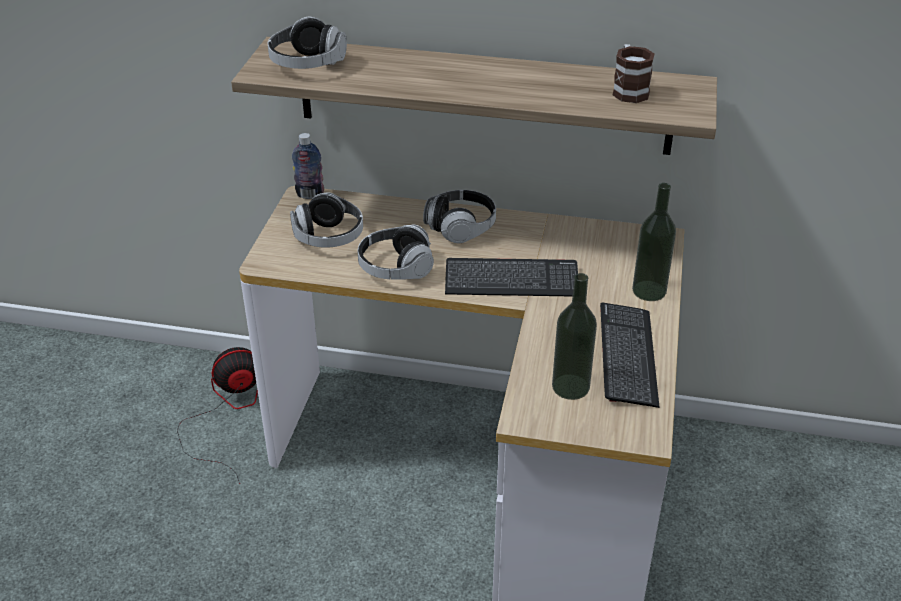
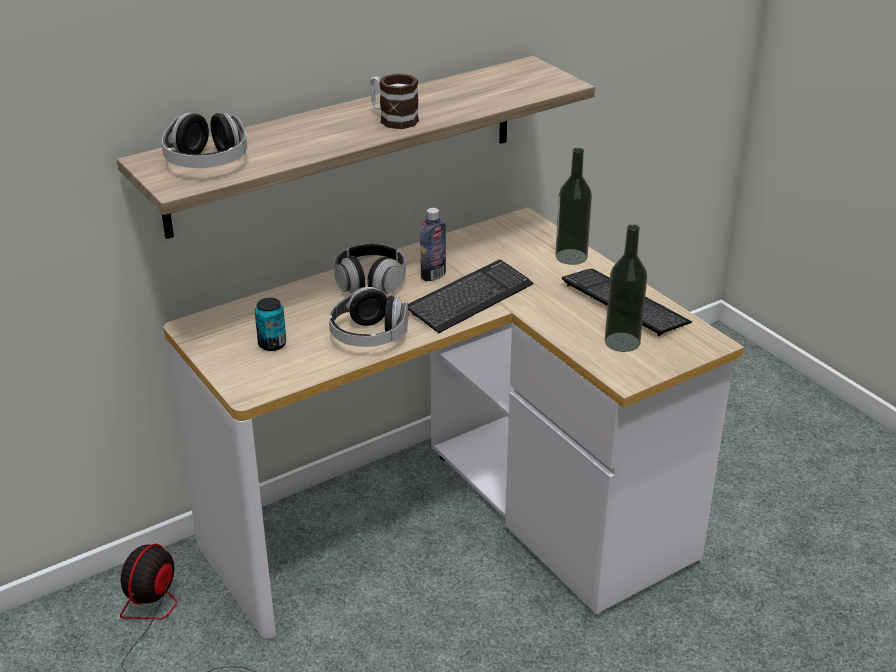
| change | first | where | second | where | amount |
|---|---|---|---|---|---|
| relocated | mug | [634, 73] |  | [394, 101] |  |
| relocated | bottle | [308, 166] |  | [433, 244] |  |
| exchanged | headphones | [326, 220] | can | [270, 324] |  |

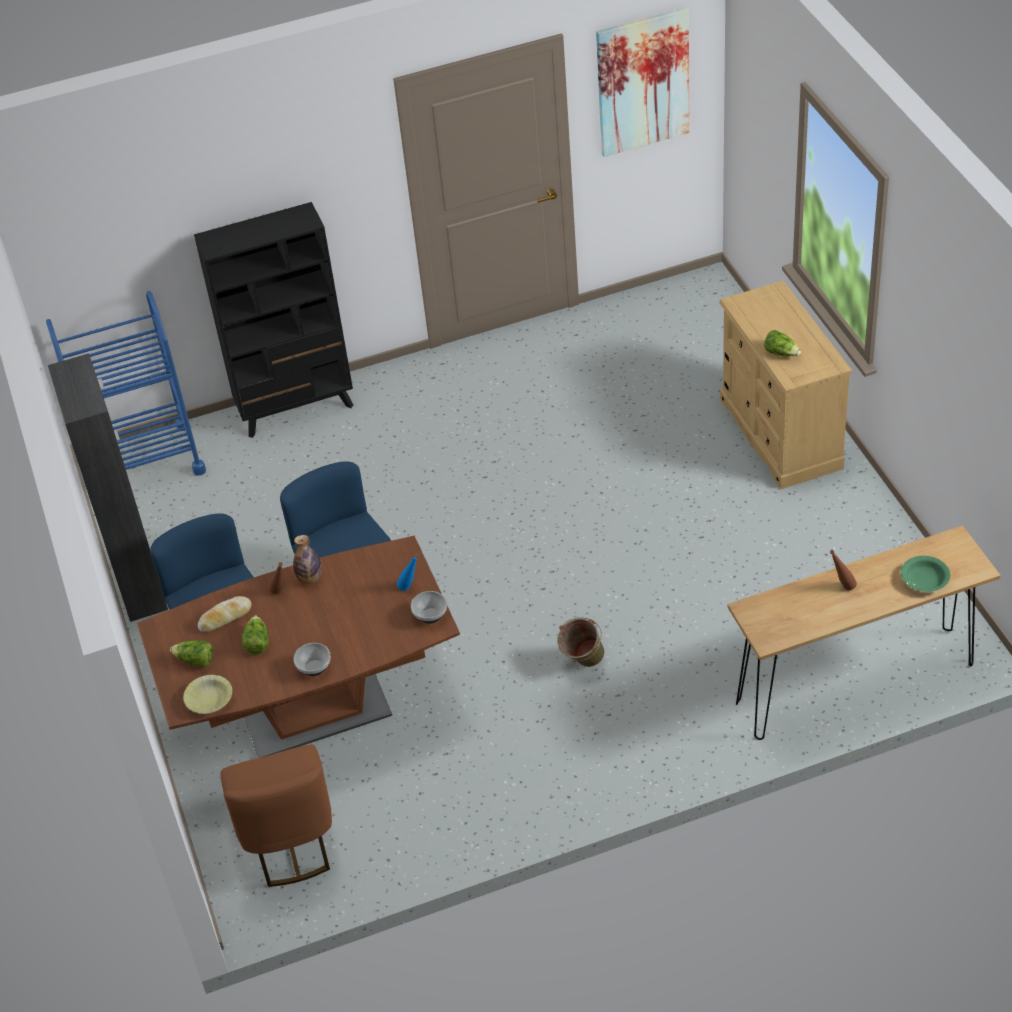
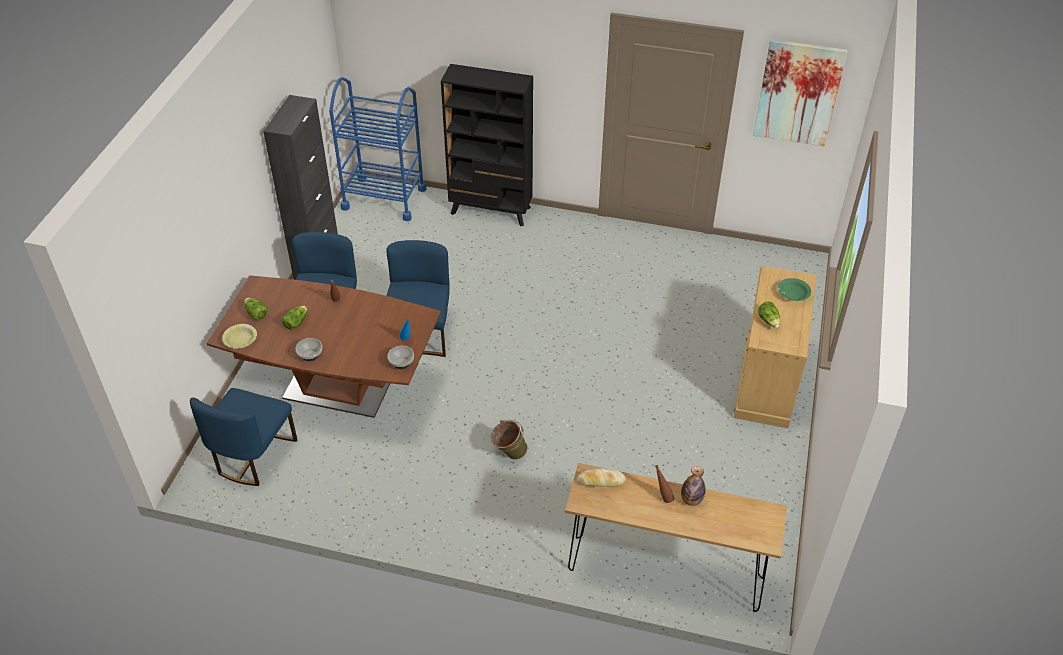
| change | first | where | second | where | amount |
|---|---|---|---|---|---|
| relocated | bottle | [307, 559] |  | [693, 486] |  |
| relocated | green bowl | [925, 574] |  | [794, 289] |  |
| relocated | bread | [225, 614] |  | [601, 477] |  |
| colour | brown chair | [276, 816] | blue chair | [243, 437] |  |

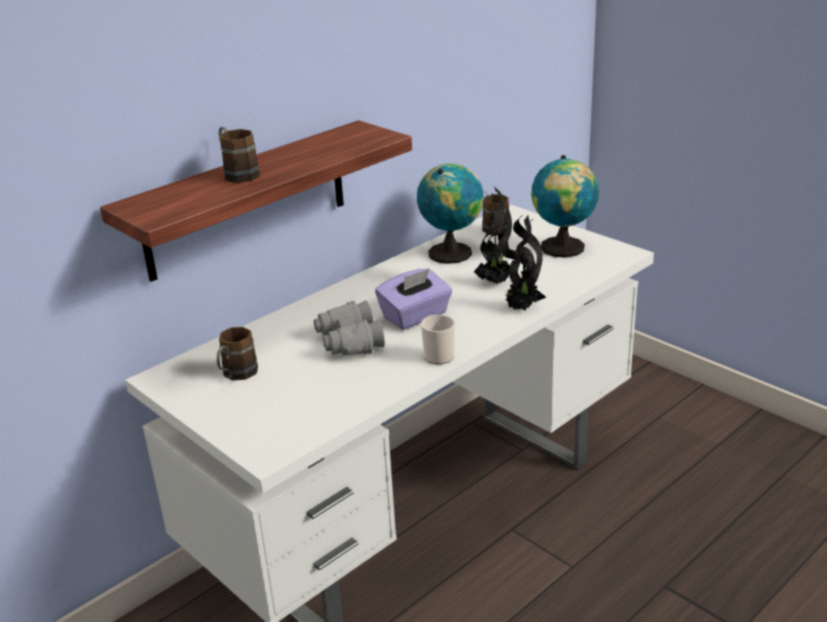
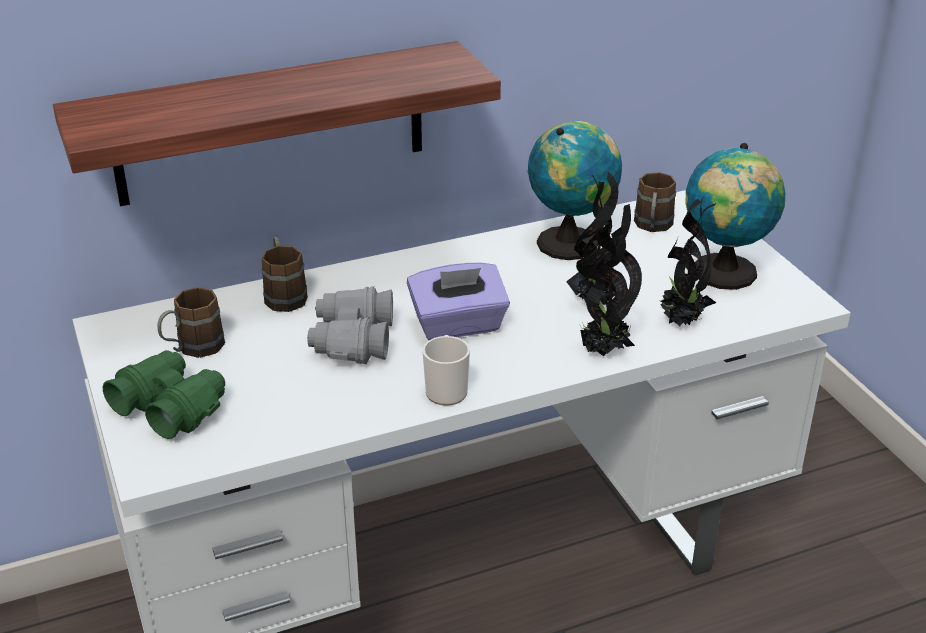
| change | first | where | second | where | amount |
|---|---|---|---|---|---|
| relocated | brown mug | [239, 155] |  | [284, 274] |  |
| appeared |  |  | potted plant | [687, 262] |  |
| appeared |  |  | green binoculars | [164, 394] |  |

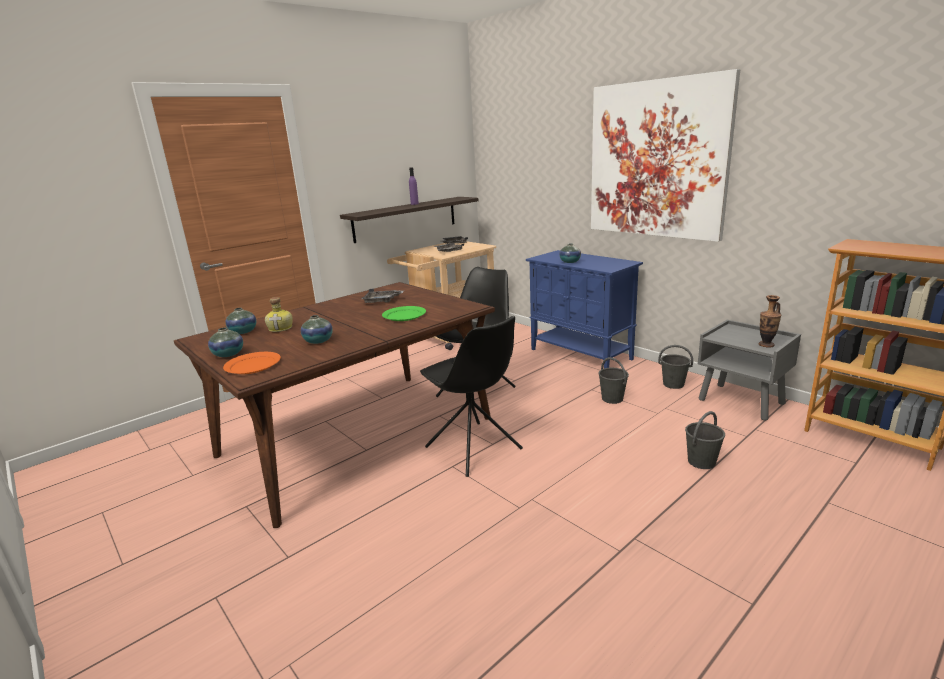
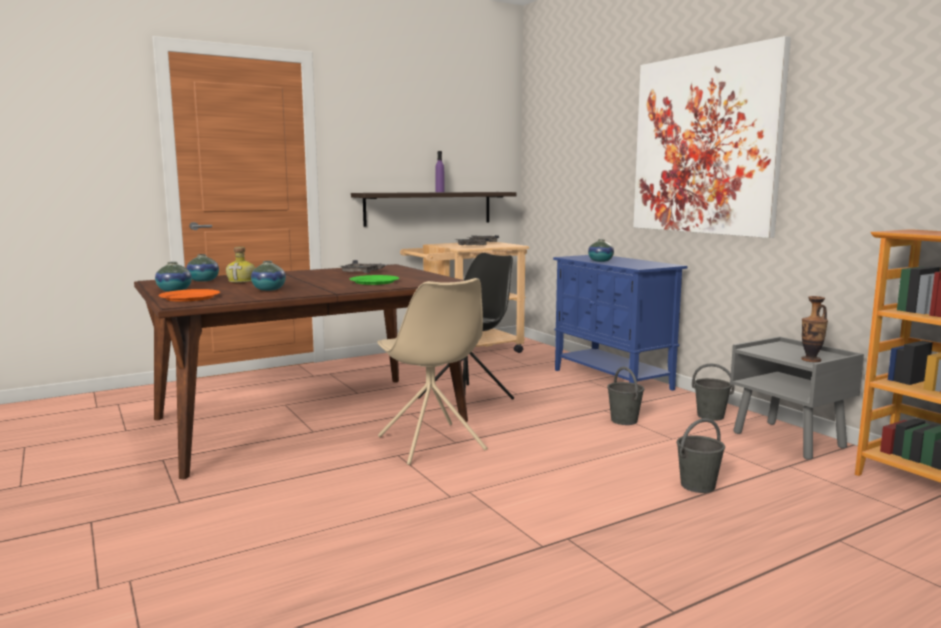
| change | first | where | second | where | amount |
|---|---|---|---|---|---|
| colour | black chair | [471, 396] | beige chair | [432, 371] |  |

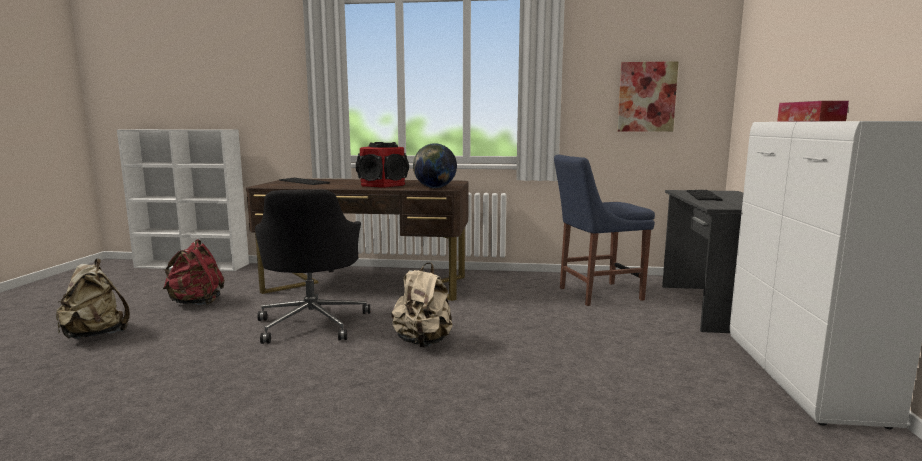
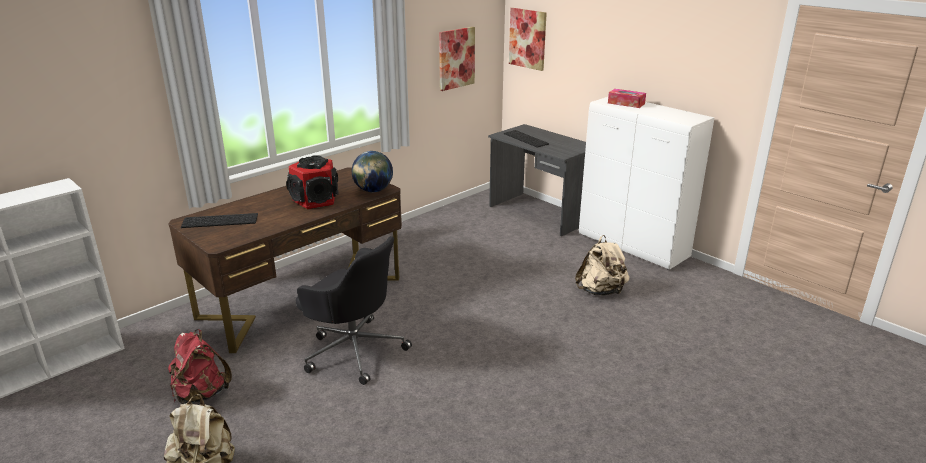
| change | first | where | second | where | amount |
|---|---|---|---|---|---|
| missing | blue chair | [604, 230] |  |  |  |
| relocated | beige backpack | [422, 304] |  | [602, 265] |  |
| appeared |  |  | picture | [528, 39] |  |

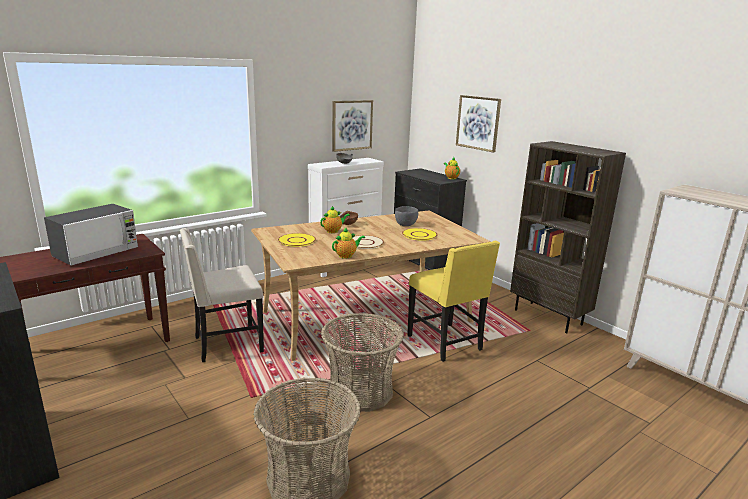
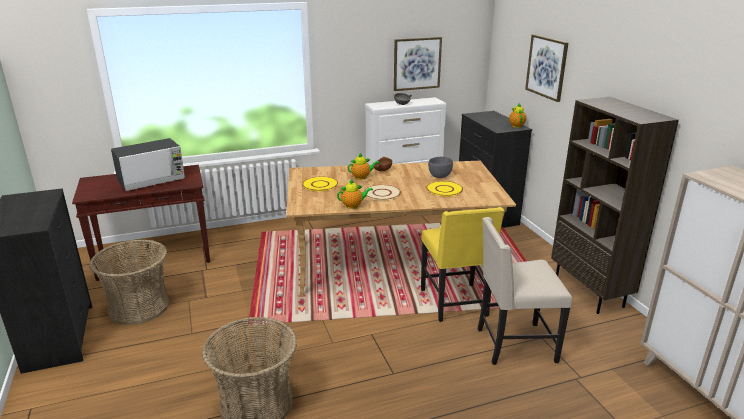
| change | first | where | second | where | amount |
|---|---|---|---|---|---|
| relocated | beige chair | [222, 295] |  | [525, 291] |  |
| relocated | basket | [362, 362] |  | [129, 282] |  |

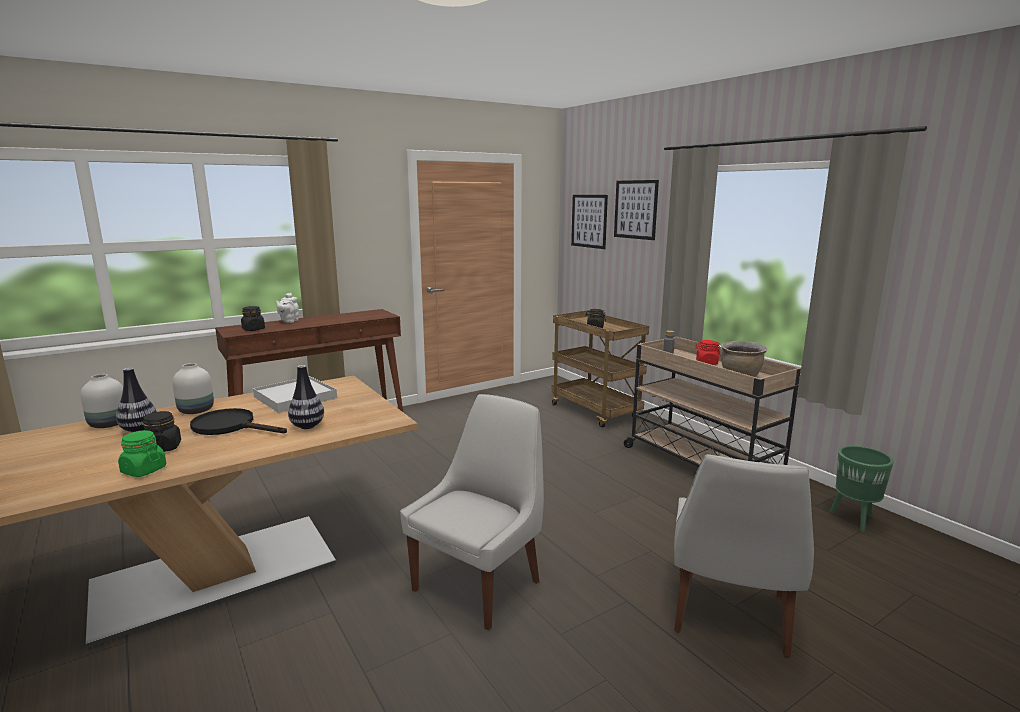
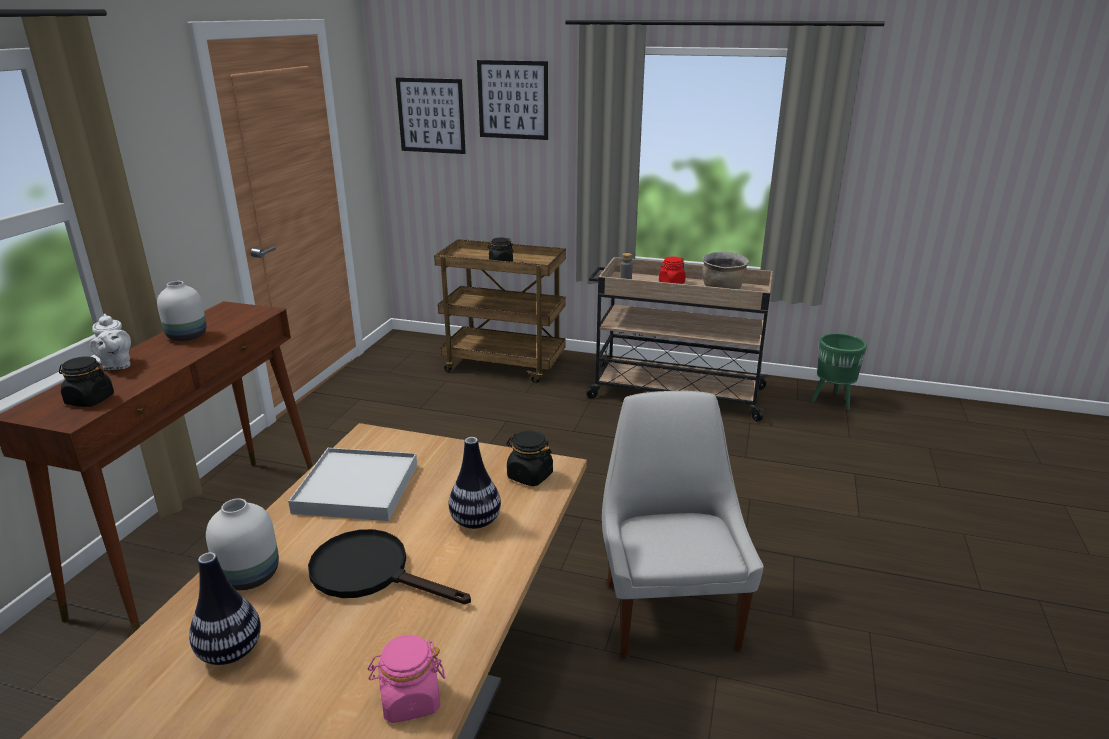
| change | first | where | second | where | amount |
|---|---|---|---|---|---|
| relocated | white vase | [101, 401] |  | [182, 311] |  |
| spun | black frying pan | [238, 421] |  | [389, 566] | 45 degrees clockwise |
| relocated | black jar | [162, 431] |  | [530, 458] |  |
| colour | green jar | [142, 453] | pink jar | [406, 679] |  |
| missing | white chair | [744, 555] |  |  |  |

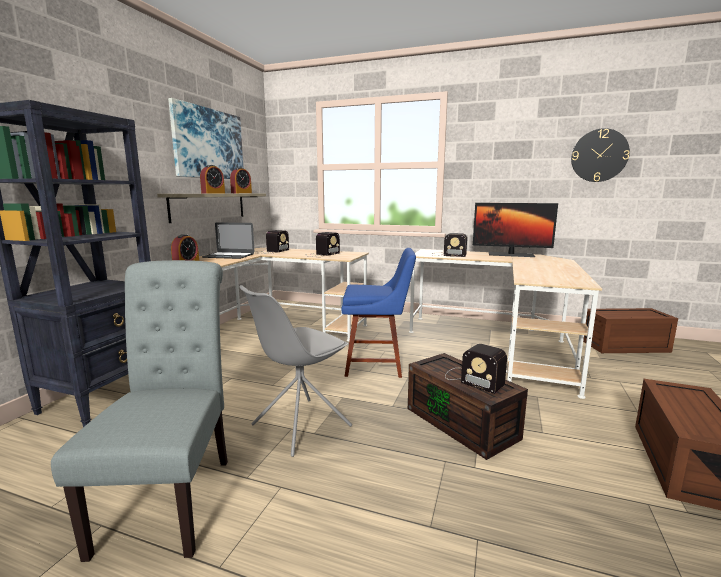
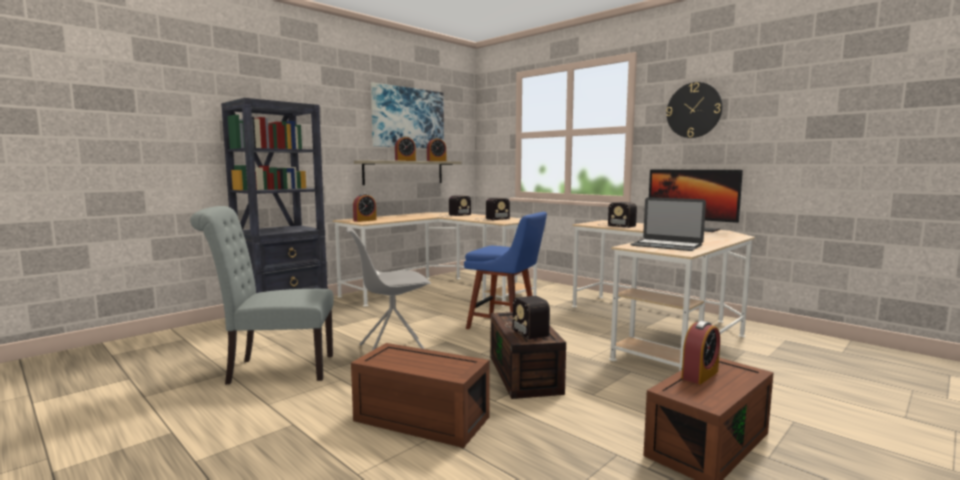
| change | first | where | second | where | amount |
|---|---|---|---|---|---|
| relocated | wall clock | [600, 155] |  | [694, 110] |  |
| relocated | laptop | [228, 240] |  | [668, 224] |  |
| spun | grey chair | [139, 411] |  | [262, 295] | 120 degrees counterclockwise |
| relocated | brown storage box | [630, 330] |  | [420, 395] |  |
| appeared |  |  | alarm clock | [701, 352] |  |

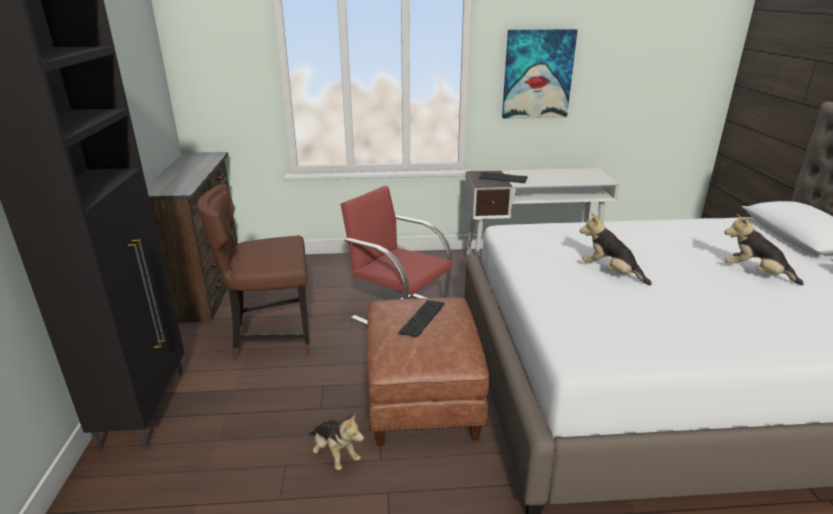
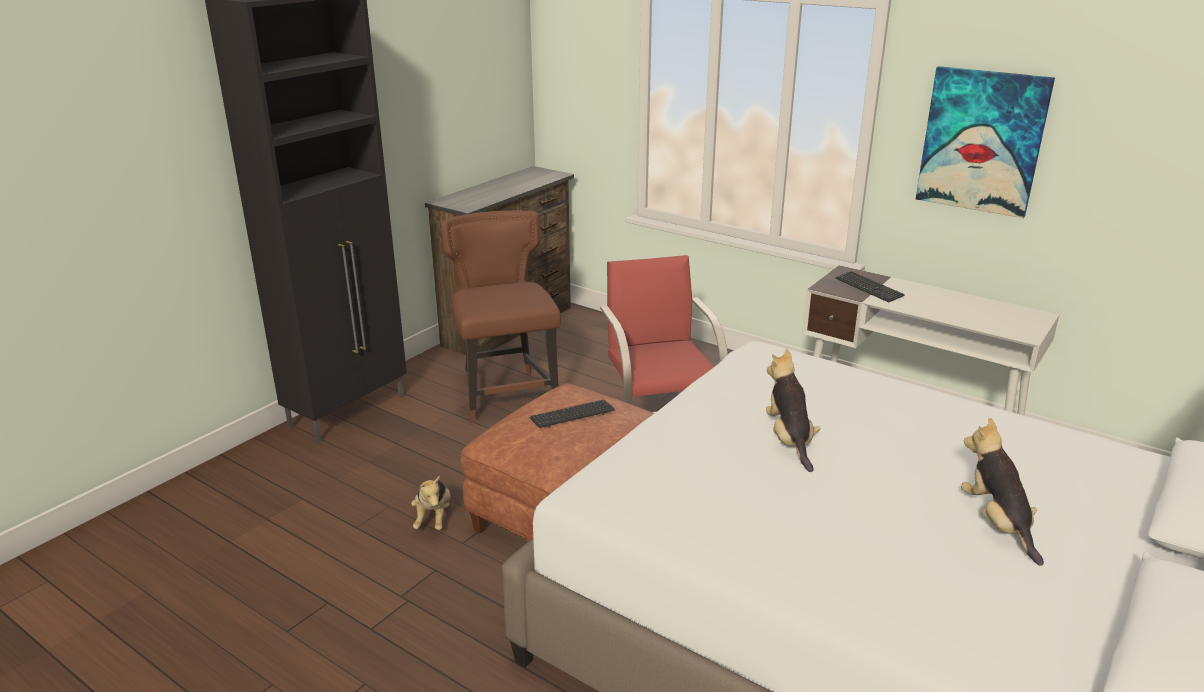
| change | first | where | second | where | amount |
|---|---|---|---|---|---|
| spun | brown chair | [253, 272] |  | [501, 316] | 45 degrees clockwise |

